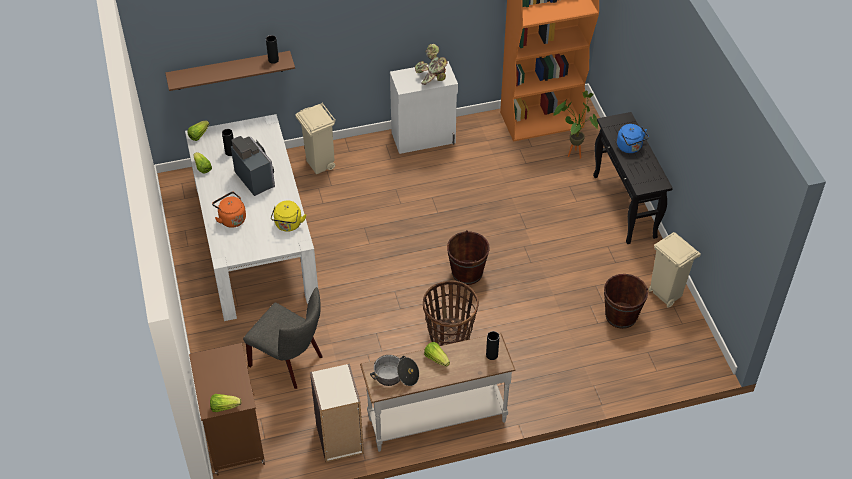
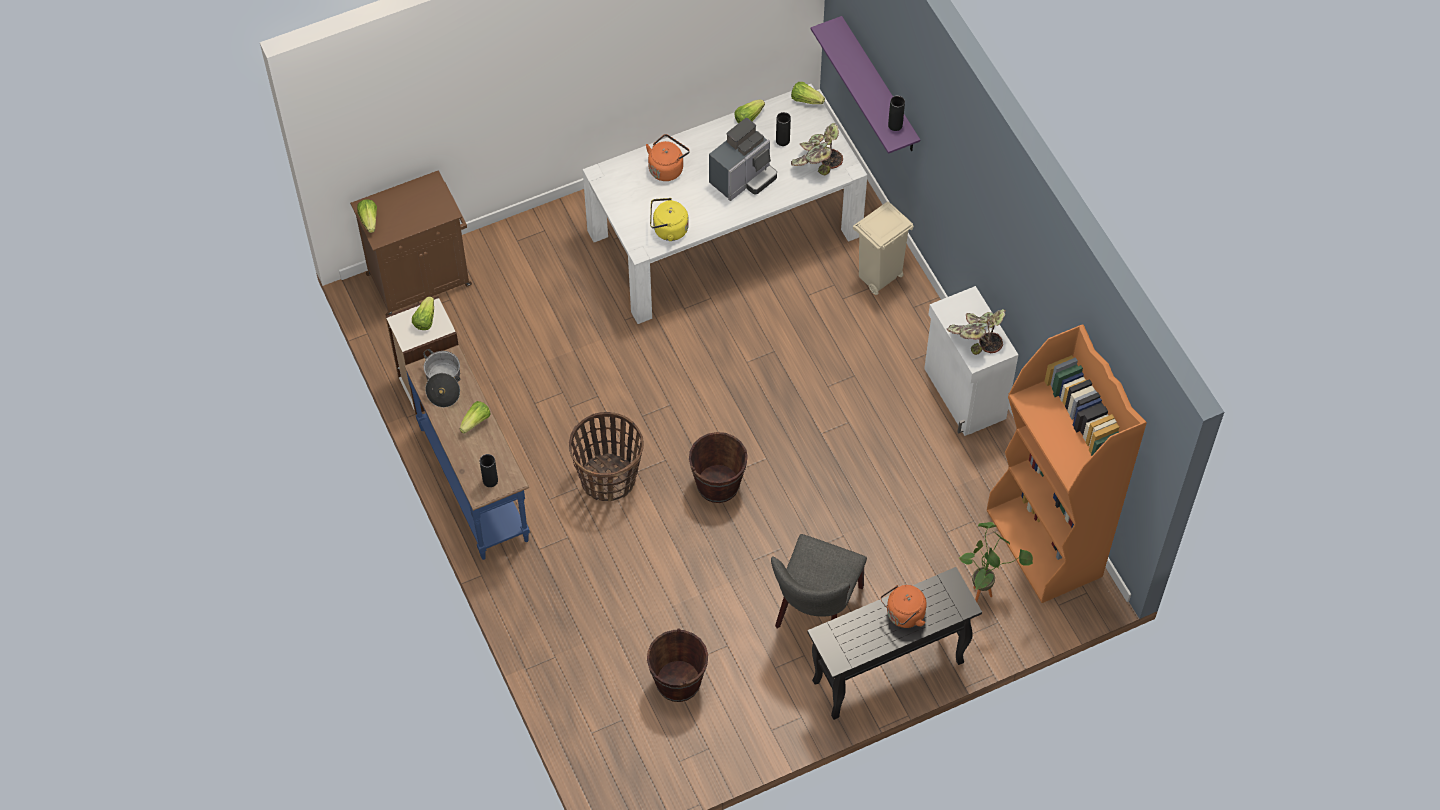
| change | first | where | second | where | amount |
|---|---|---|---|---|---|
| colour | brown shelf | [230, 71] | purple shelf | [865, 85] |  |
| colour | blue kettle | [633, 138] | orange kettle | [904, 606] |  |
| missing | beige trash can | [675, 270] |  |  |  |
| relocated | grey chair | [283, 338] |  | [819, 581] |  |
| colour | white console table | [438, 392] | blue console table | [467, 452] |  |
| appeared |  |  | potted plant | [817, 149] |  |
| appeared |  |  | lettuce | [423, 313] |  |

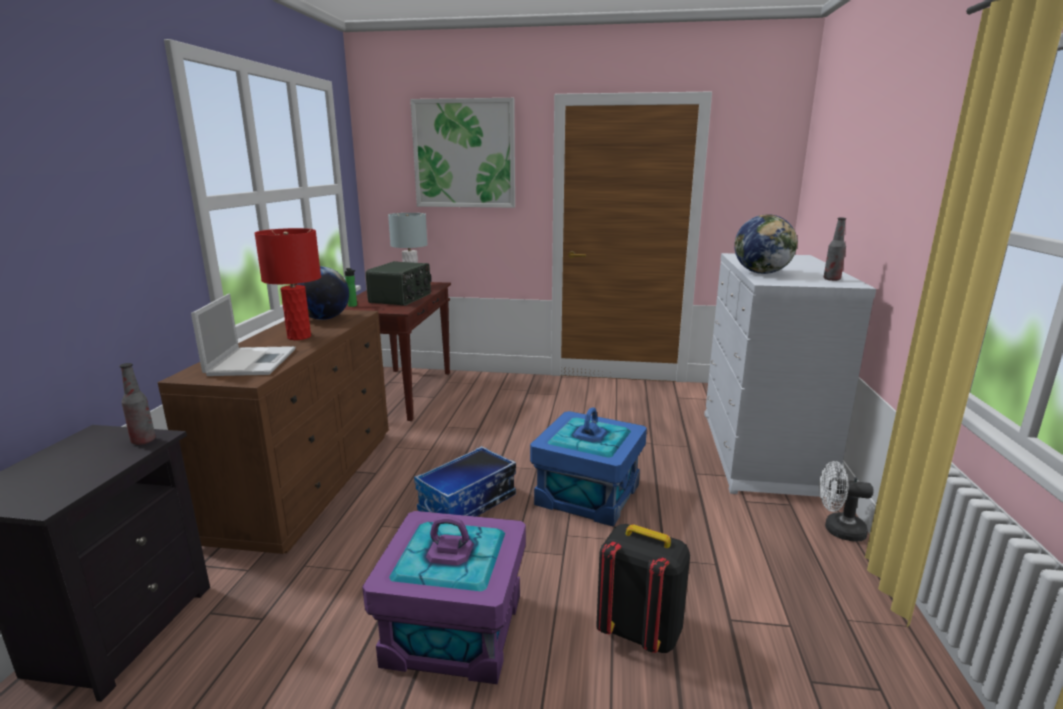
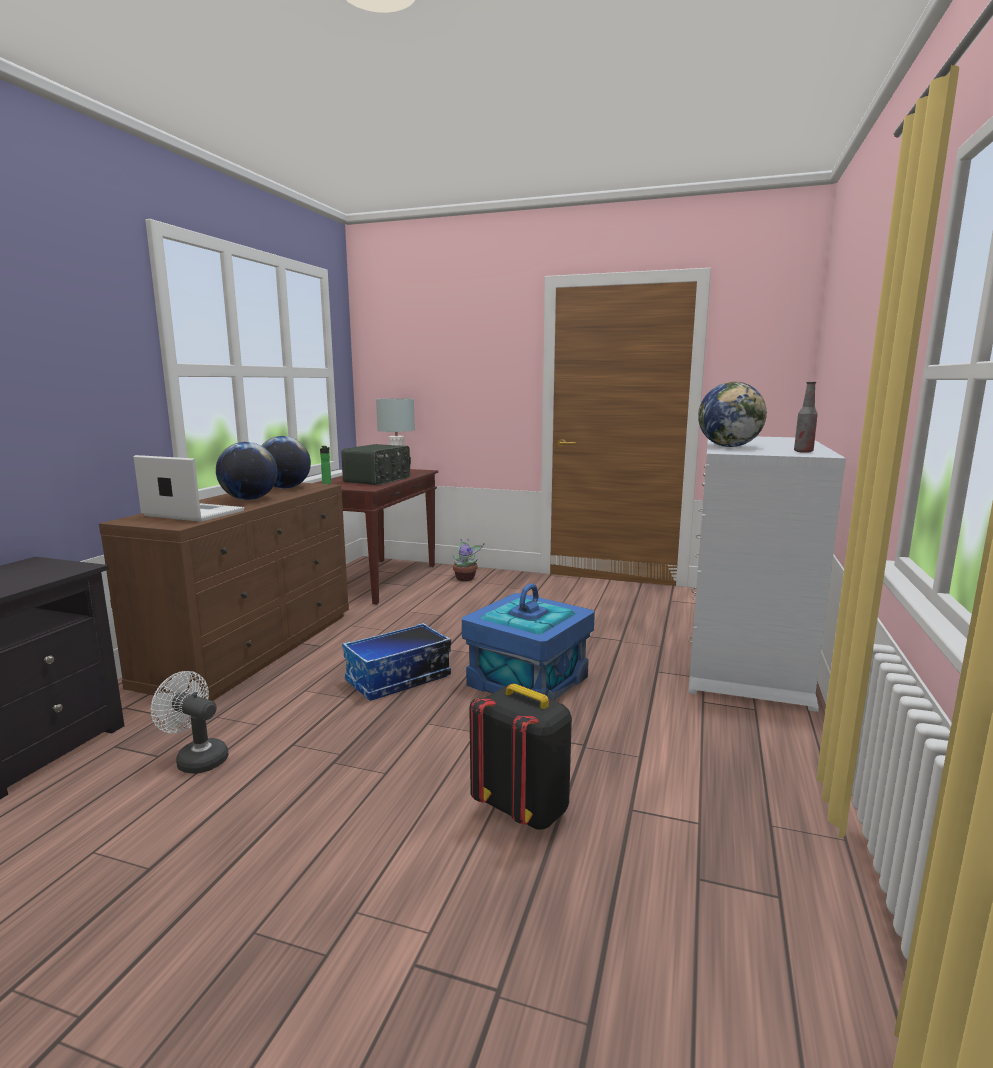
| change | first | where | second | where | amount |
|---|---|---|---|---|---|
| missing | picture | [462, 153] |  |  |  |
| exchanged | red table lamp | [287, 284] | globe | [247, 471] |  |
| spun | laptop | [243, 335] |  | [189, 488] | 75 degrees counterclockwise |
| missing | bottle | [138, 404] |  |  |  |
| relocated | white fan | [846, 501] |  | [190, 722] |  |
| missing | purple storage box | [444, 597] |  |  |  |
| appeared |  |  | potted plant | [468, 560] |  |

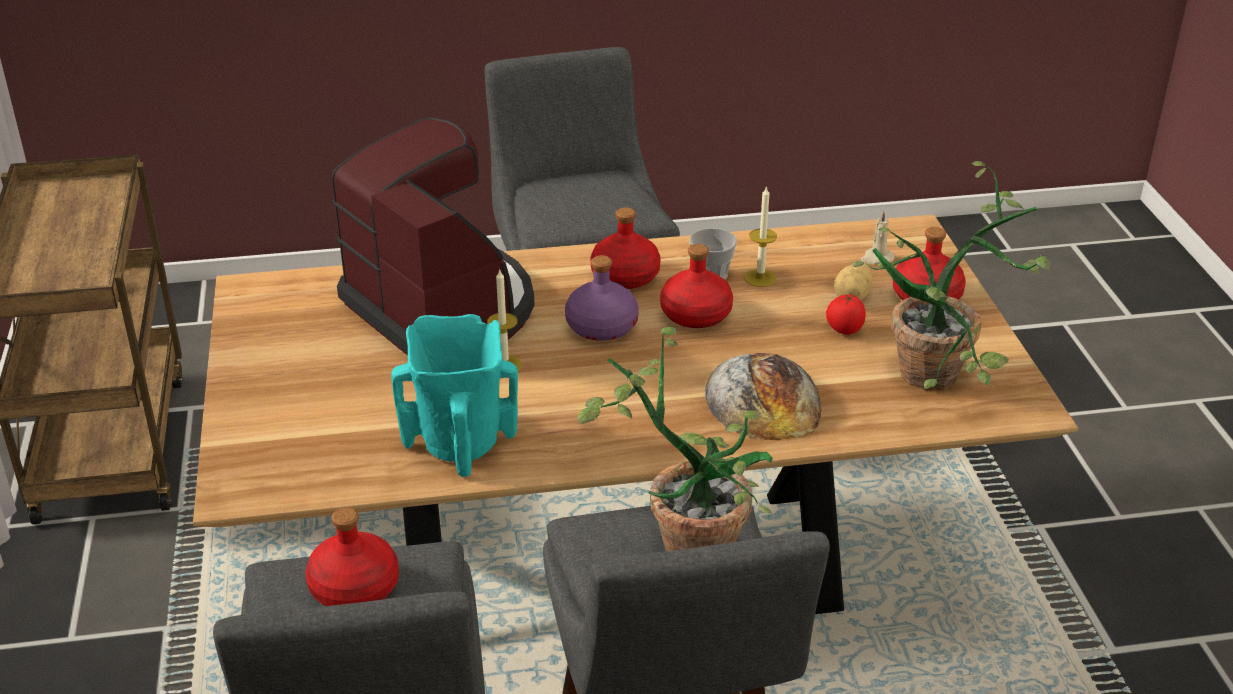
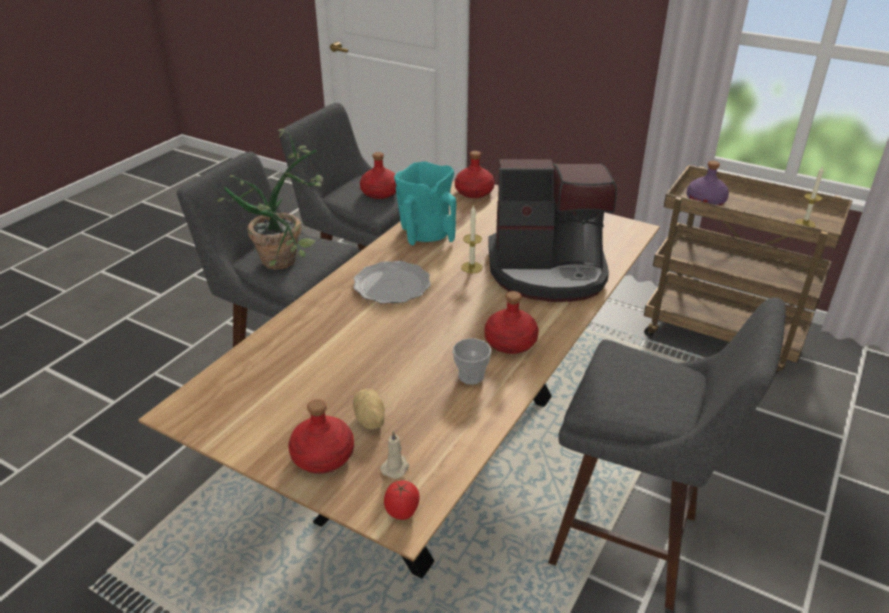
| change | first | where | second | where | amount |
|---|---|---|---|---|---|
| missing | potted plant | [951, 276] |  |  |  |
| relocated | candle | [760, 236] |  | [809, 197] |  |
| relocated | red bottle | [696, 286] |  | [474, 174] |  |
| relocated | purple bottle | [602, 298] |  | [708, 183] |  |
| relocated | tomato | [846, 314] |  | [402, 500] |  |
| missing | bread | [763, 396] |  |  |  |
| appeared |  |  | plate | [392, 282] |  |

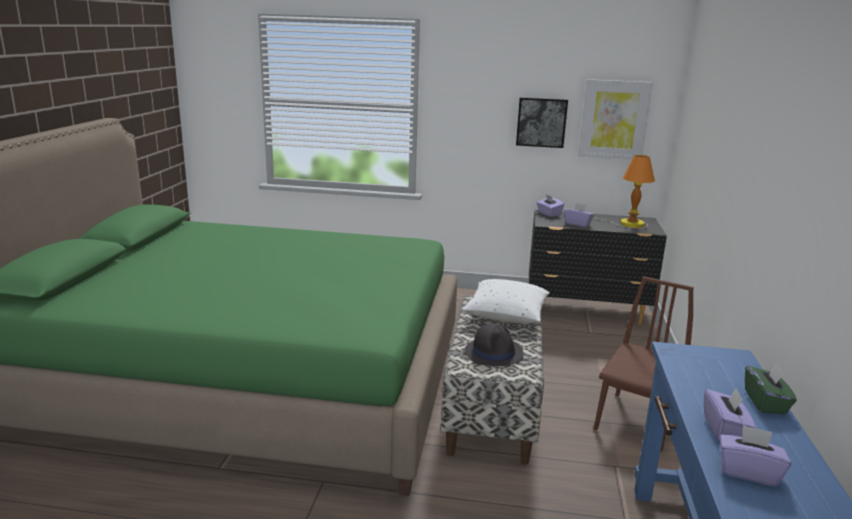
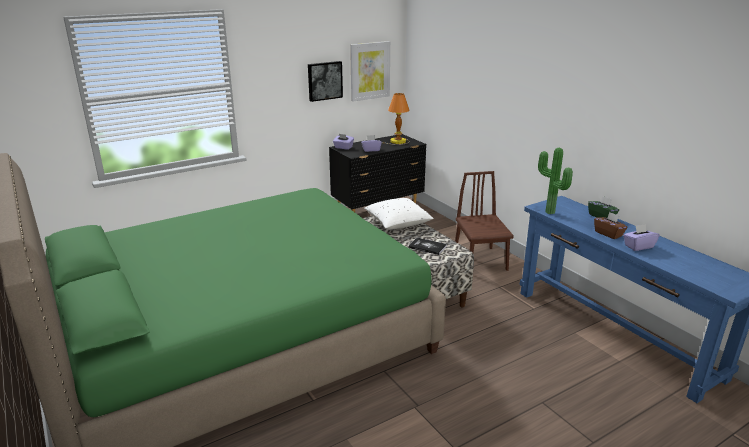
| change | first | where | second | where | amount |
|---|---|---|---|---|---|
| exchanged | black hat | [494, 345] | book | [427, 246] |  |
| colour | purple tissue box | [730, 414] | brown tissue box | [611, 225] |  |
| appeared |  |  | potted plant | [555, 181] |  |

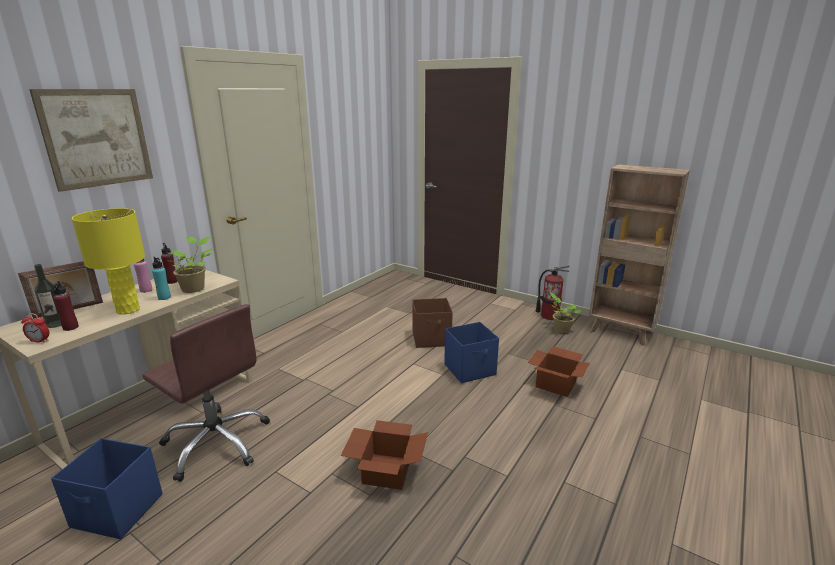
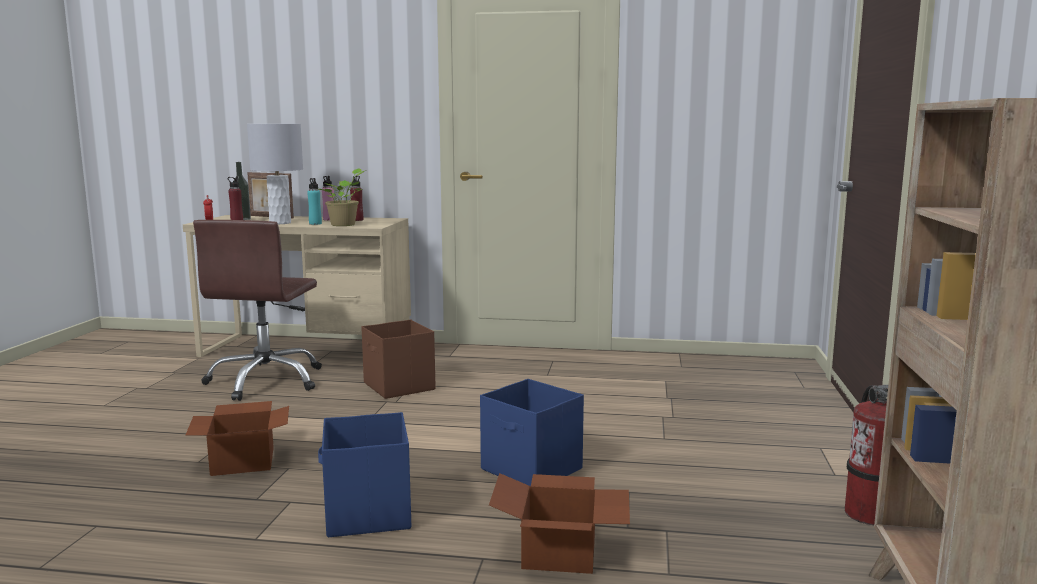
| change | first | where | second | where | amount |
|---|---|---|---|---|---|
| missing | picture | [91, 140] |  |  |  |
| colour | yellow table lamp | [108, 261] | grey table lamp | [275, 174] |  |
| missing | potted plant | [565, 312] |  |  |  |
| relocated | brown storage box | [432, 323] |  | [398, 359] |  |
| relocated | blue storage box | [107, 488] |  | [364, 474] |  |

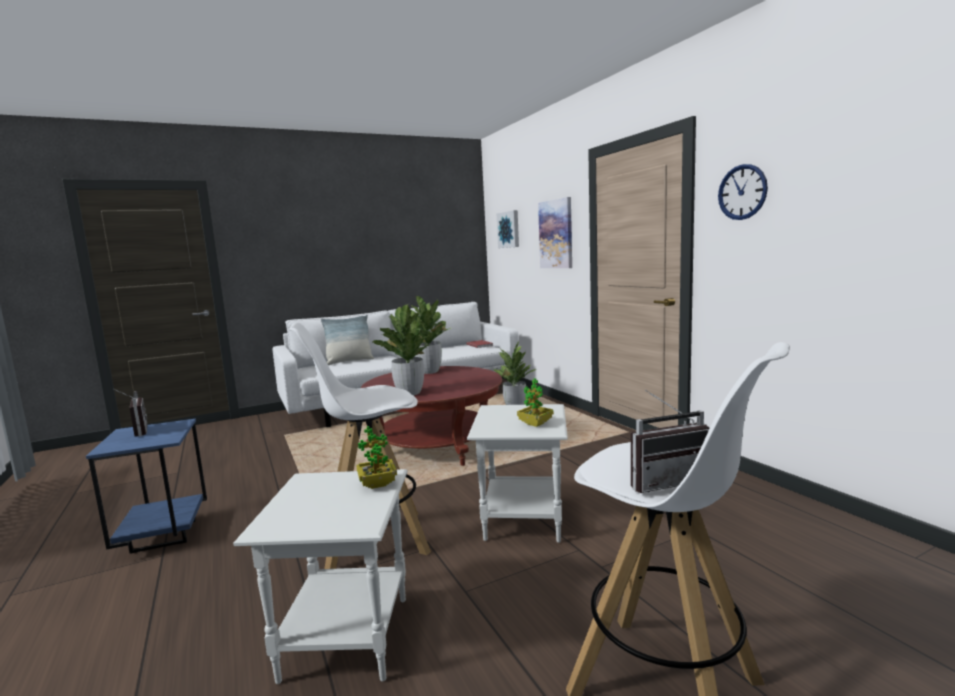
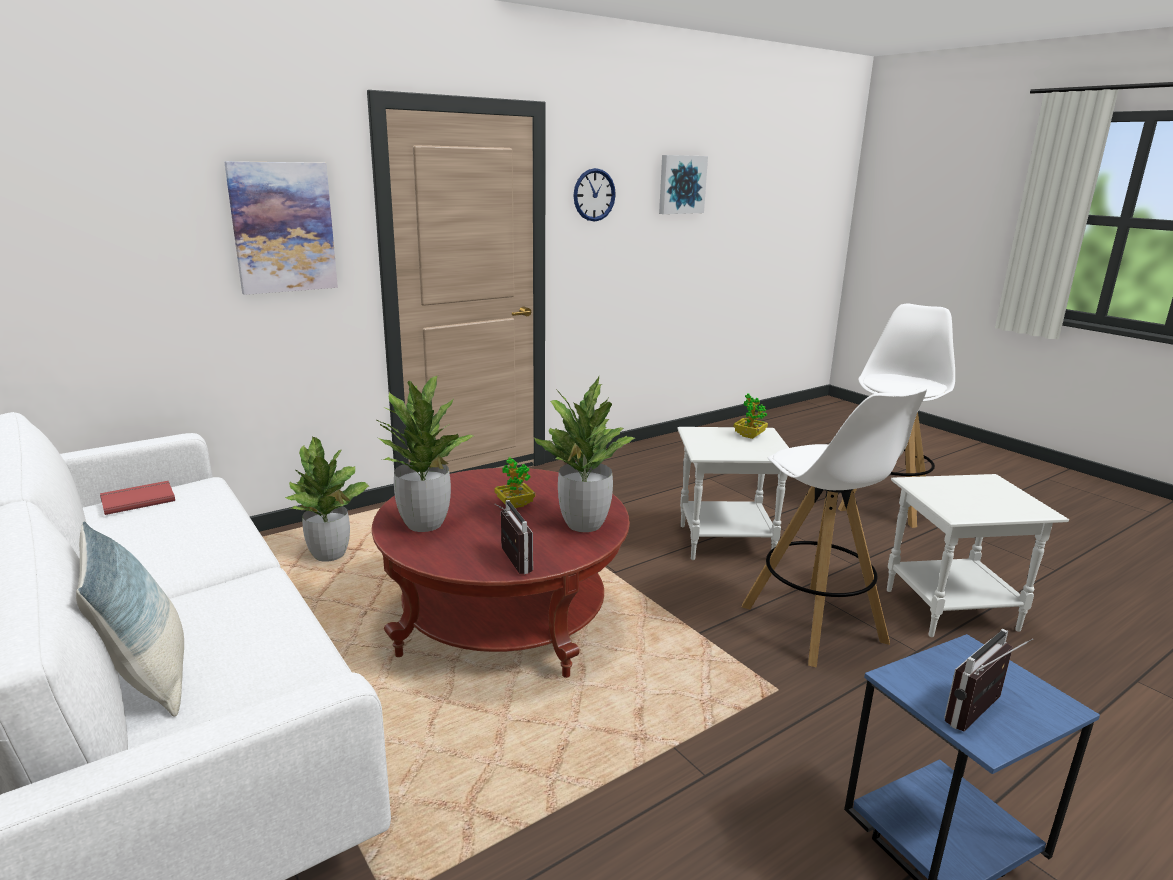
| change | first | where | second | where | amount |
|---|---|---|---|---|---|
| relocated | picture | [508, 229] |  | [683, 184] |  |
| relocated | radio | [670, 441] |  | [514, 537] |  |
| relocated | potted plant | [376, 457] |  | [514, 482] |  |

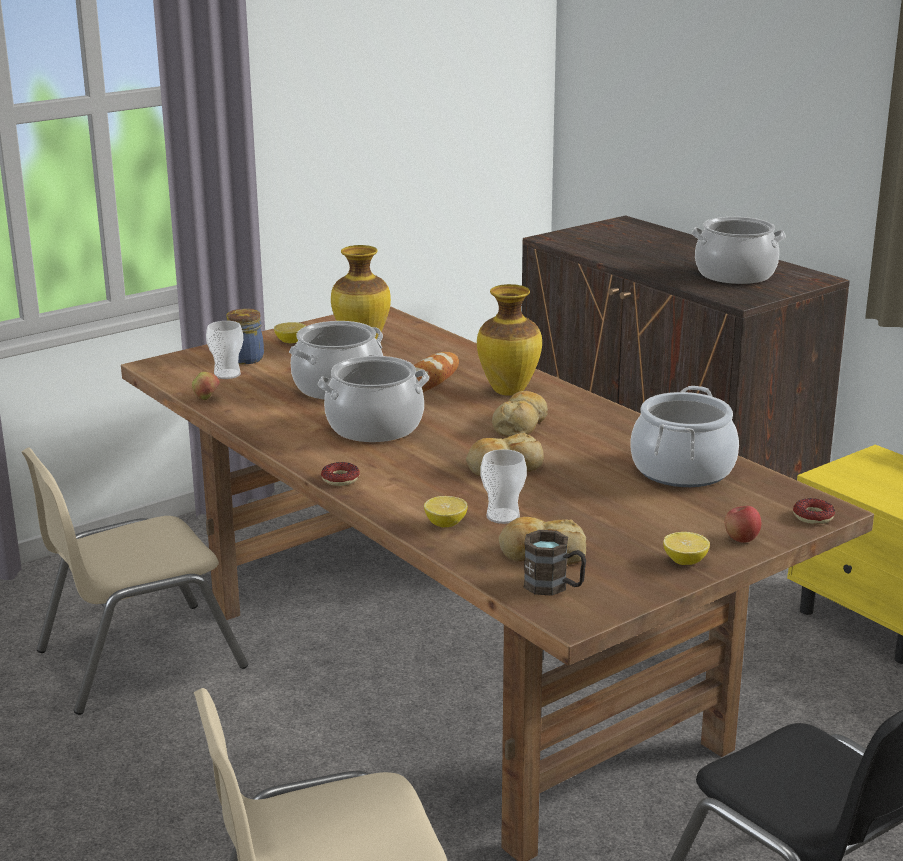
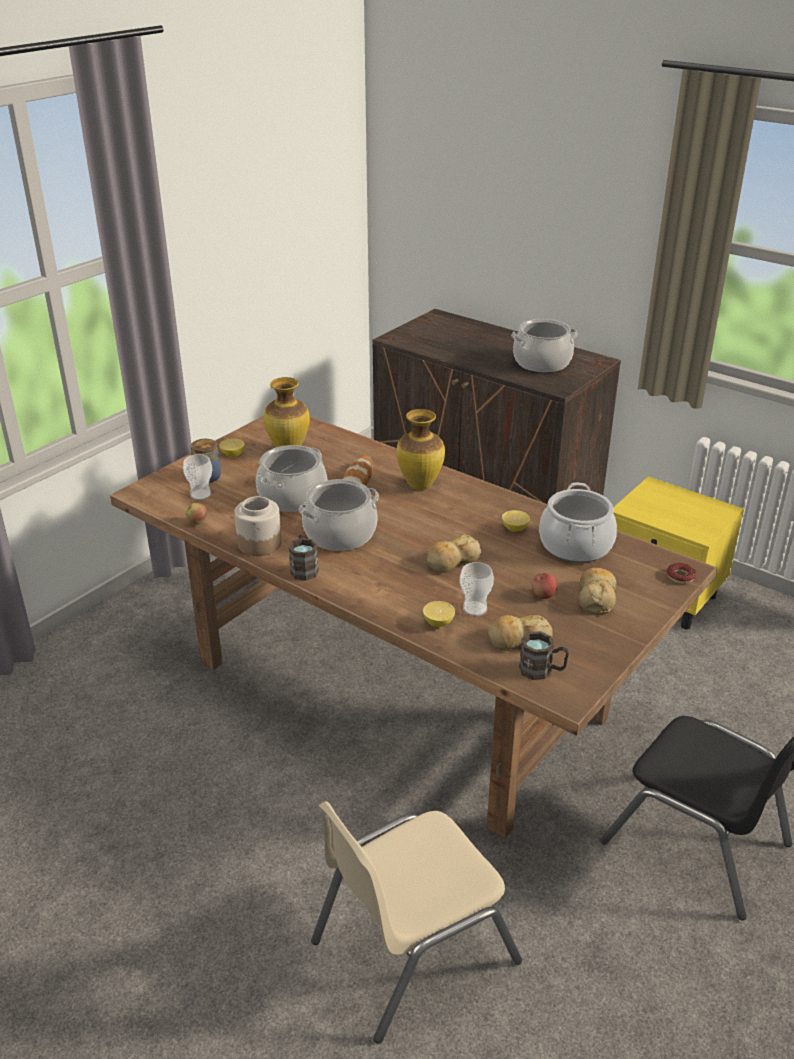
| change | first | where | second | where | amount |
|---|---|---|---|---|---|
| relocated | bread | [520, 414] |  | [597, 591] |  |
| missing | beige chair | [135, 581] |  |  |  |
| missing | donut | [340, 474] |  |  |  |
| relocated | apple | [743, 524] |  | [544, 586] |  |
| relocated | lemon | [686, 548] |  | [516, 521] |  |
| appeared |  |  | jar | [258, 526] |  |
| appeared |  |  | brown mug | [303, 558] |  |

